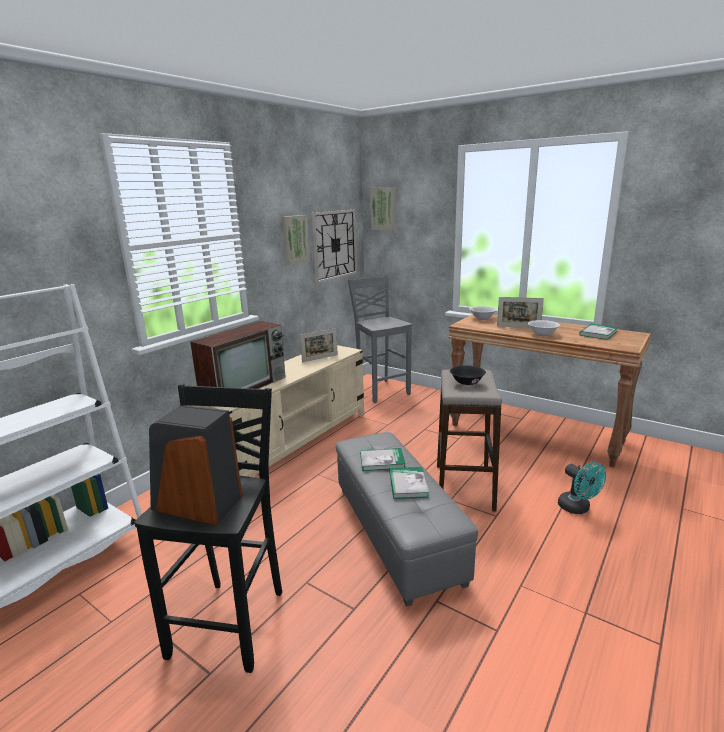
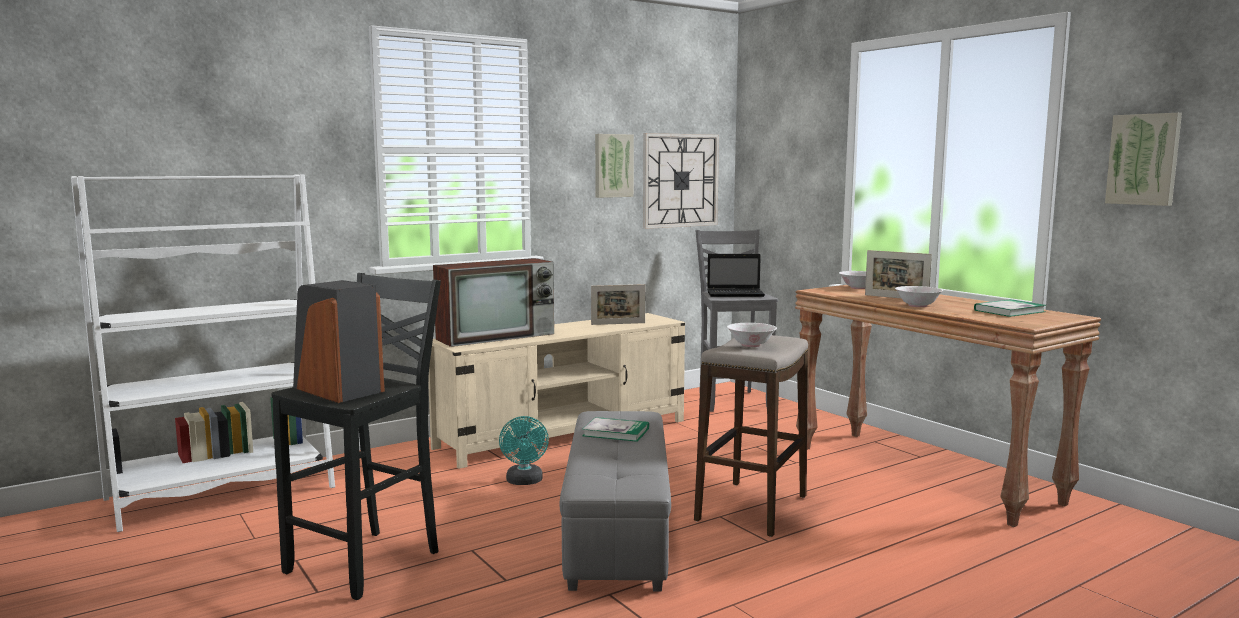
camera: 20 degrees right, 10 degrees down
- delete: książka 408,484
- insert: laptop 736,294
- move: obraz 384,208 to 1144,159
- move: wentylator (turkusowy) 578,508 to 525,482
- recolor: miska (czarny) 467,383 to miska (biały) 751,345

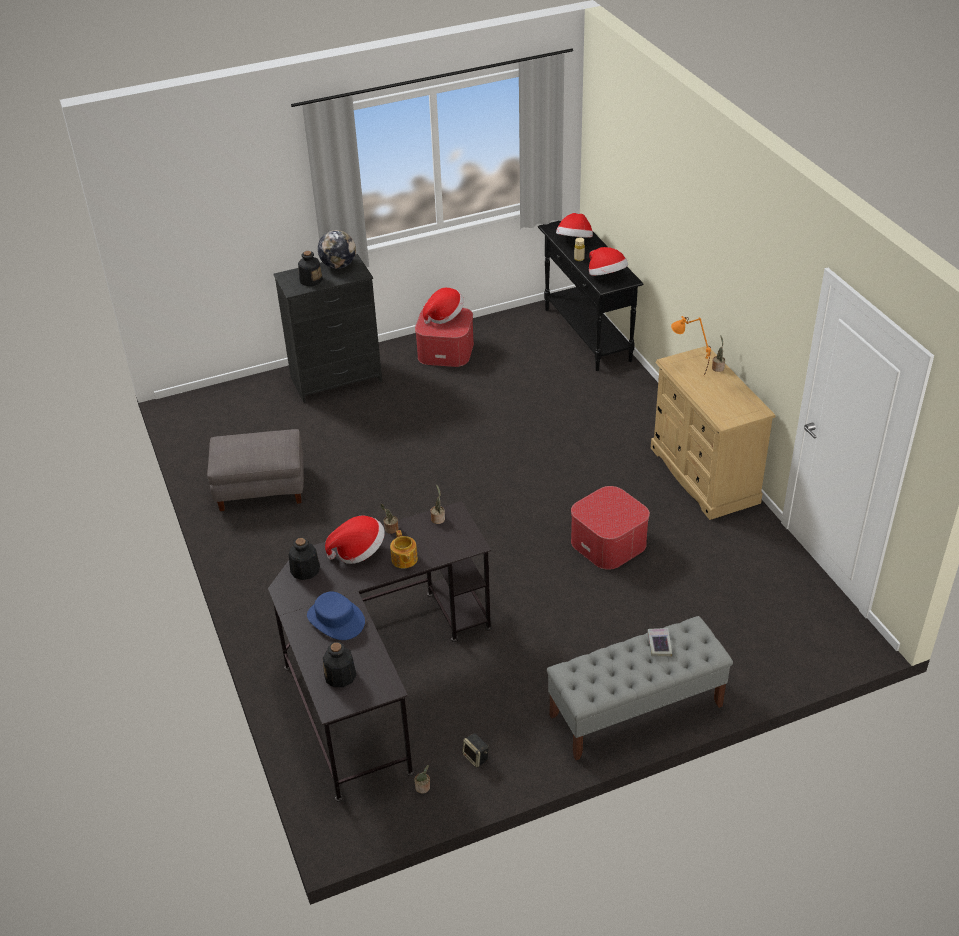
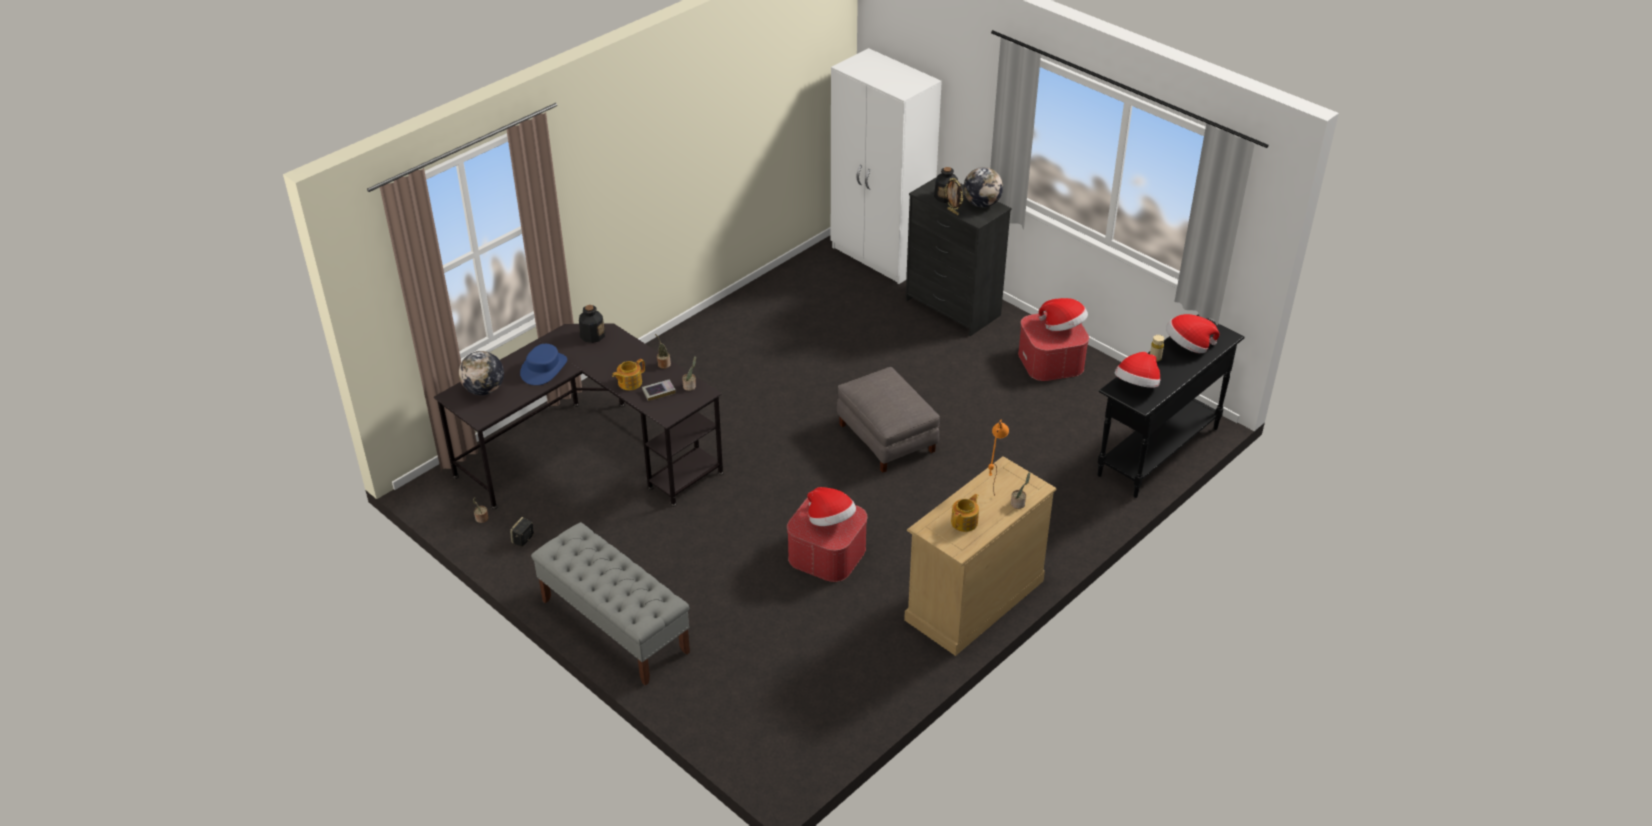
camera: 65 degrees right, 0 degrees up
- insert: szafa (biały) 881,256
- insert: ramka na zdjęcie 953,212
- insert: imbryk 965,522
- move: pufa (szary) 261,487 to 887,438
- move: kapelusz 358,551 to 830,520
- move: książka 659,644 to 659,392
- replace: butelka 340,676 to globus 484,390

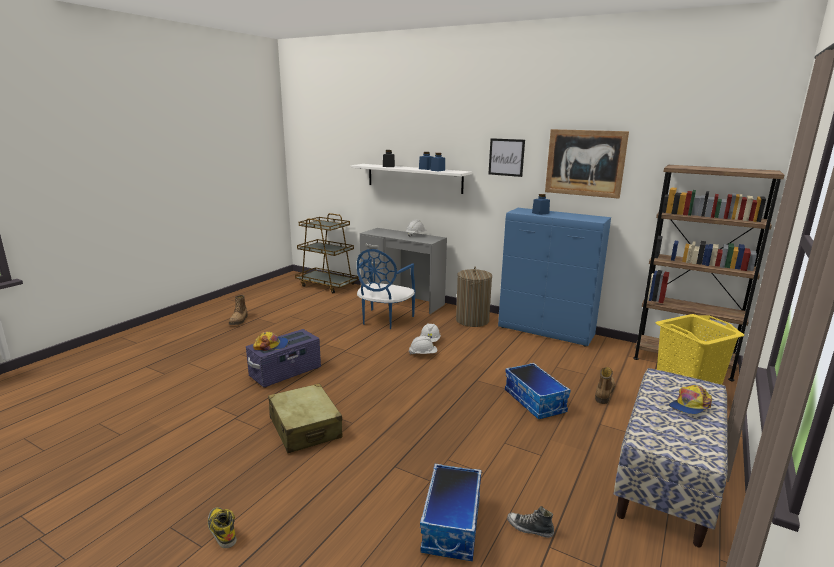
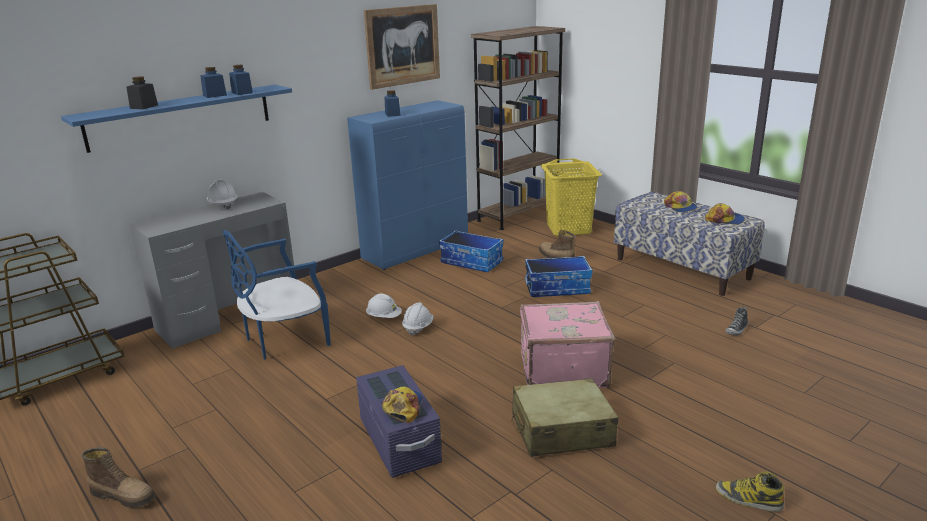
camera: 70 degrees left, 5 degrees up
- delete: kosz na pranie 472,320
- delete: obraz 506,157
- insert: walizka (różowy) 562,369
- insert: czapka z daszkiem 725,219
- move: pojemnik do przechowywania 452,525 to 472,262
- recolor: półka (biały) 414,178 to półka (niebieski) 181,117
- rotate: but z cholewką 221,530 = 748,499 45 degrees clockwise
- rotate: krzesło (niebieski) 384,320 = 284,340 105 degrees clockwise

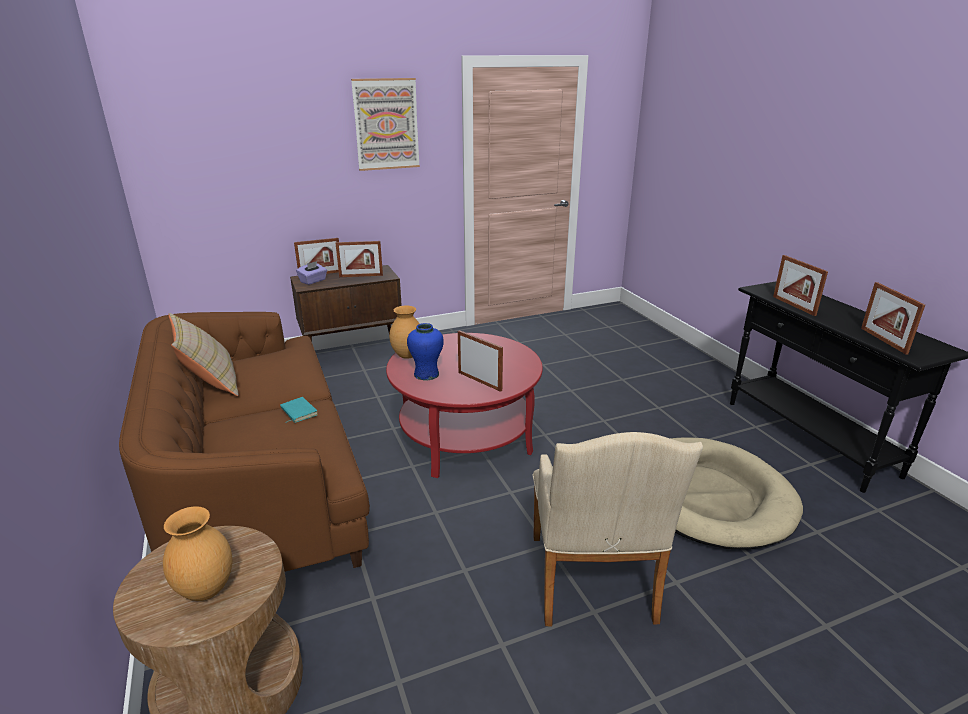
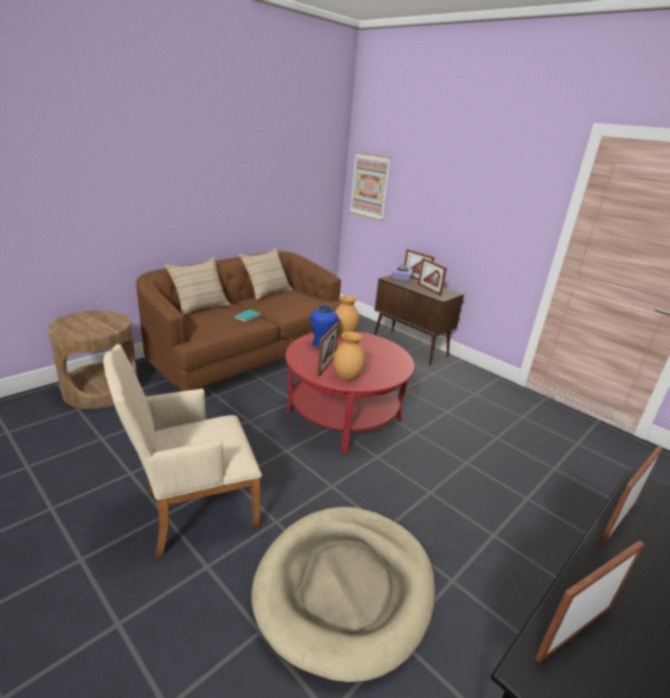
camera: 65 degrees right, 0 degrees up
- insert: poduszka (beżowy) 200,306
- move: wazon (brązowy) 207,589 to 347,377
- move: obraz 386,124 to 369,186

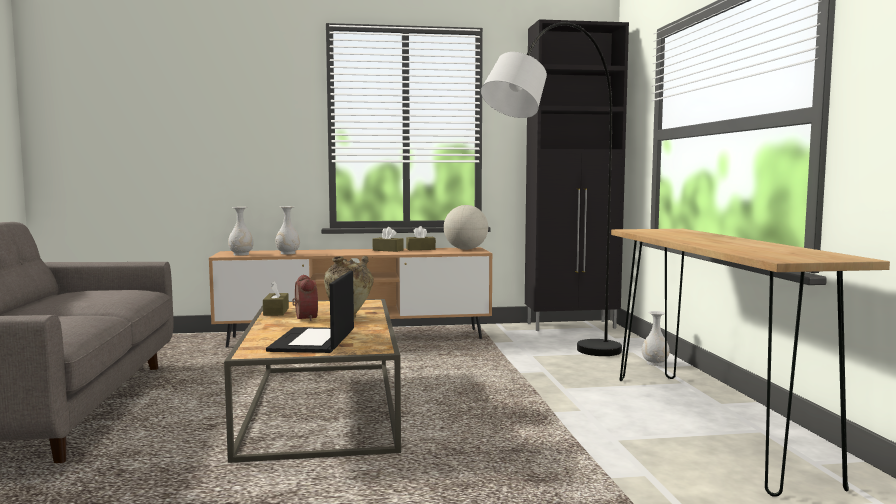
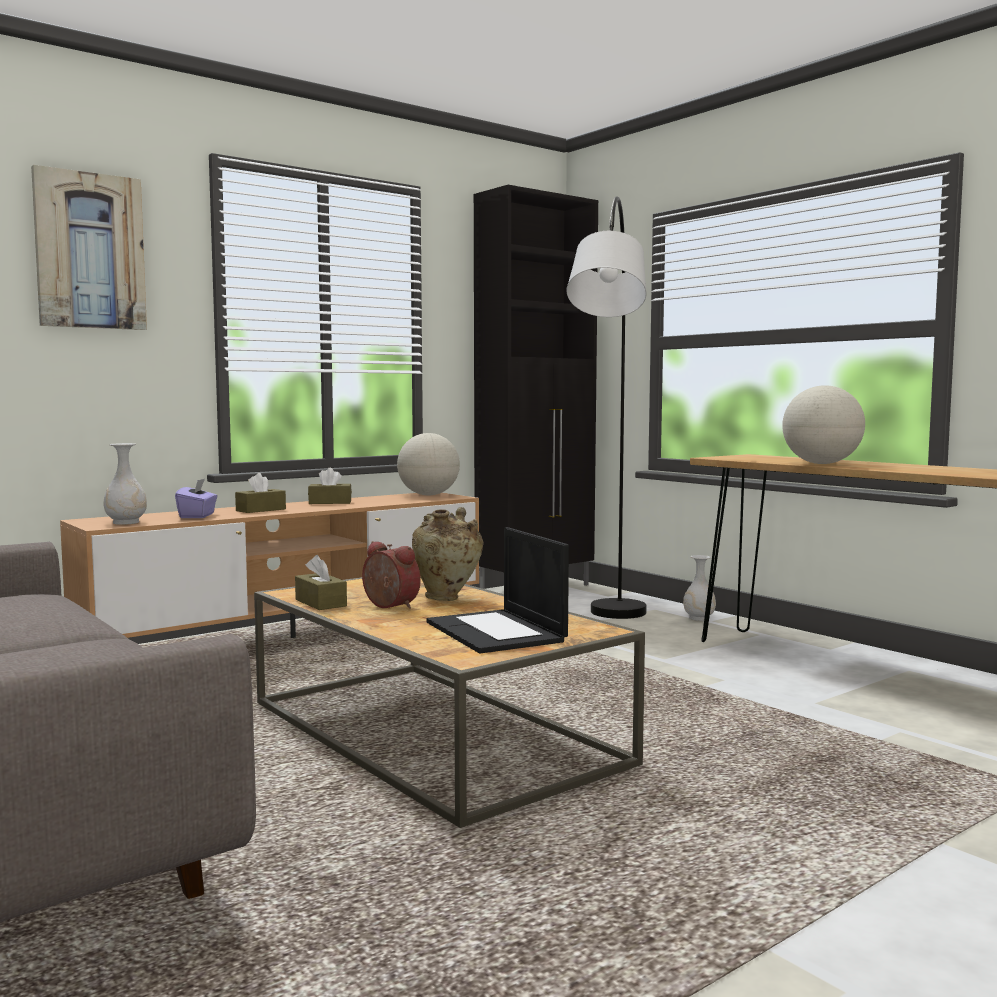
camera: 30 degrees left, 0 degrees up
- insert: obraz 90,251
- insert: globus 822,464
- move: pudełko chusteczek (brązowy) 420,249 to 261,510
- replace: wazon (biały) 288,253 to pudełko chusteczek (fioletowy) 197,516

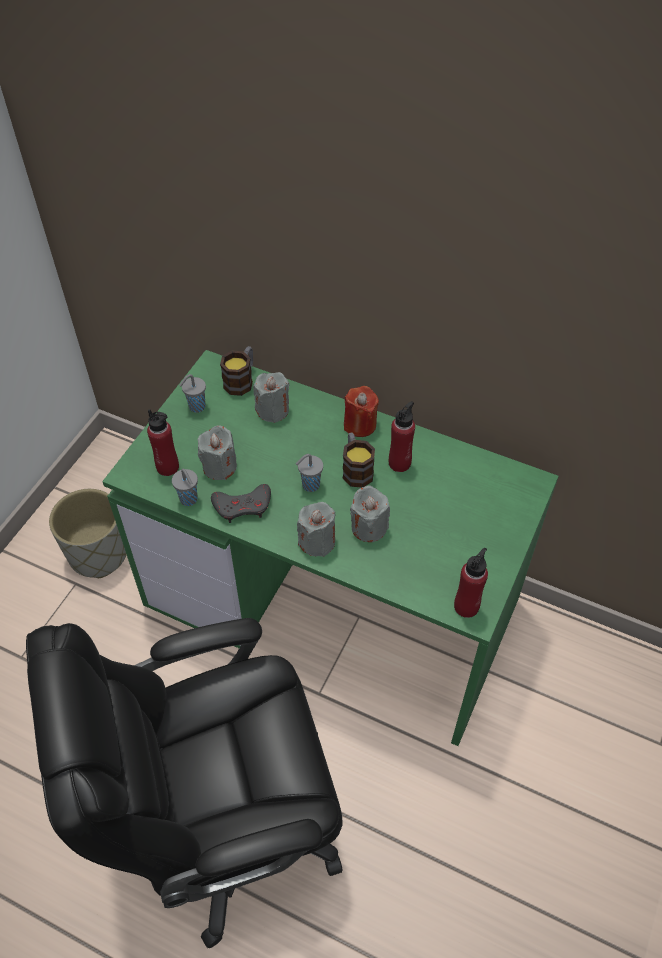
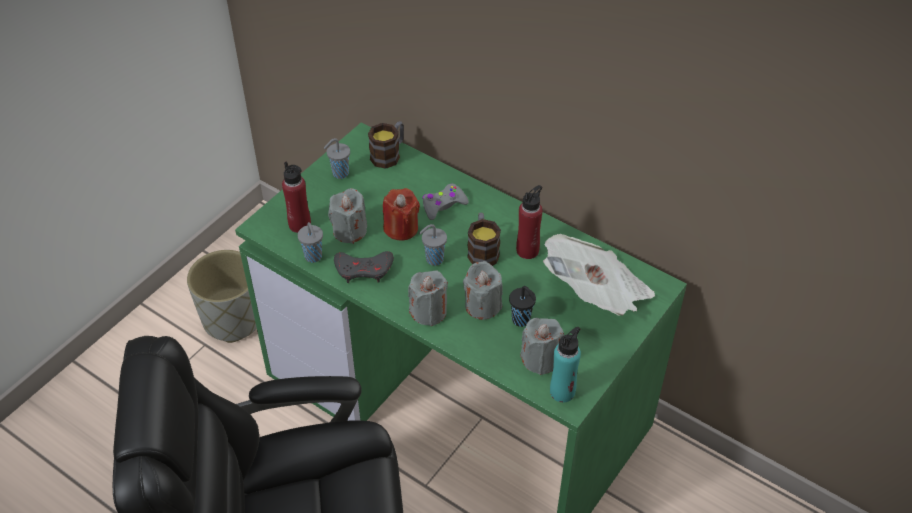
camera: 10 degrees right, 5 degrees down
- insert: pad do gier (szary) 443,205
- insert: filiżanka (czarny) 522,320
- insert: gazeta 596,294
- move: świeca (szary) 272,410 to 540,359
- move: świeca (czerwony) 360,425 to 401,228
- recolor: butelka (czerwony) 466,606 to butelka (turkusowy) 562,392

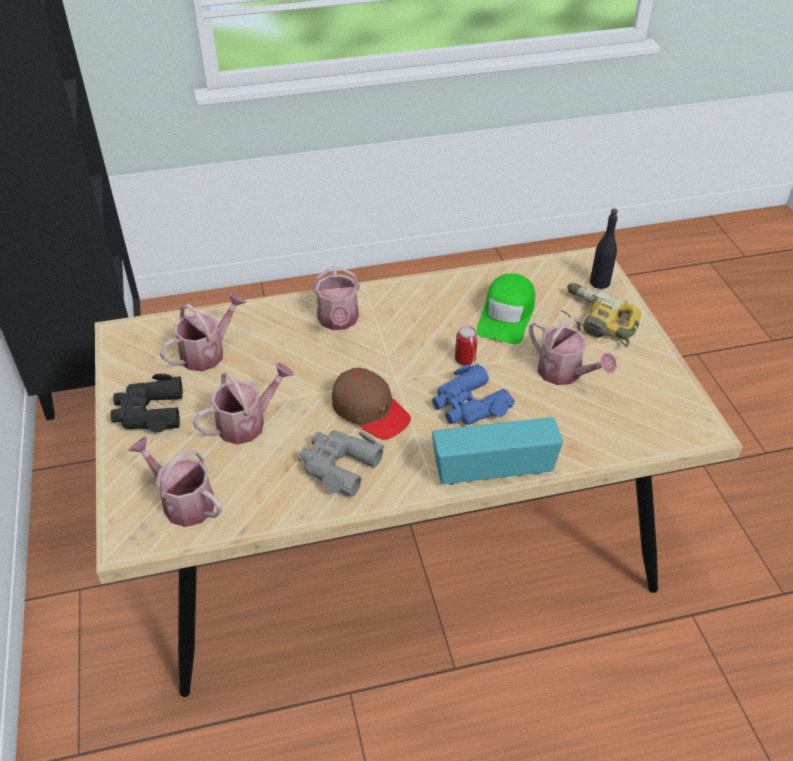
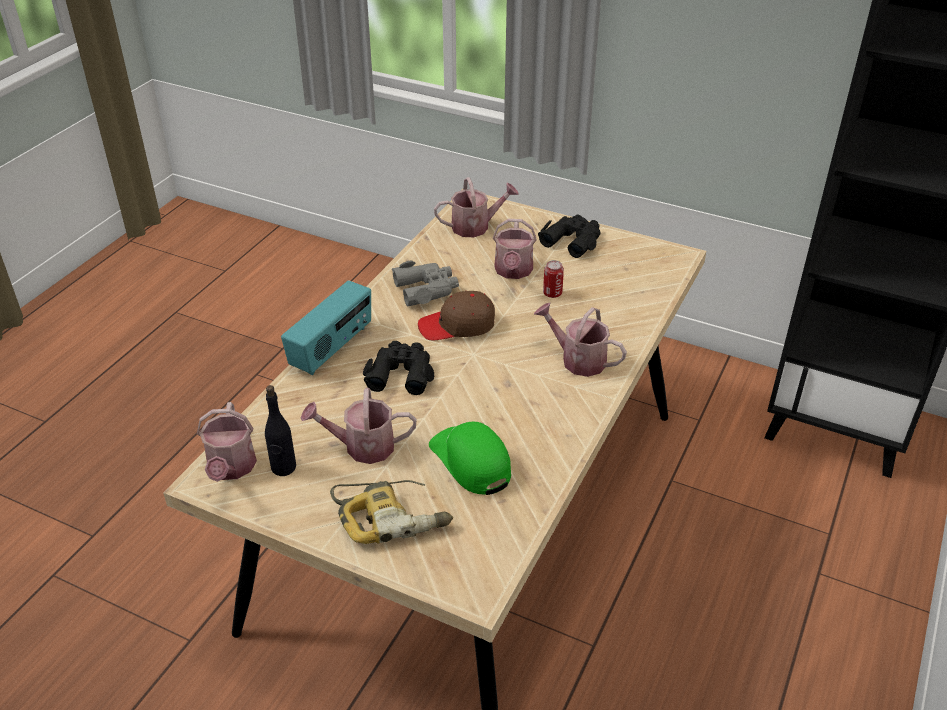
camera: 130 degrees right, 5 degrees down
- move: konewka 208,352 to 231,468
- move: puszka 465,359 to 552,293
- move: butelka (czarny) 600,282 to 283,468
- recolor: lornetka (niebieski) 469,405 to lornetka (czarny) 401,373

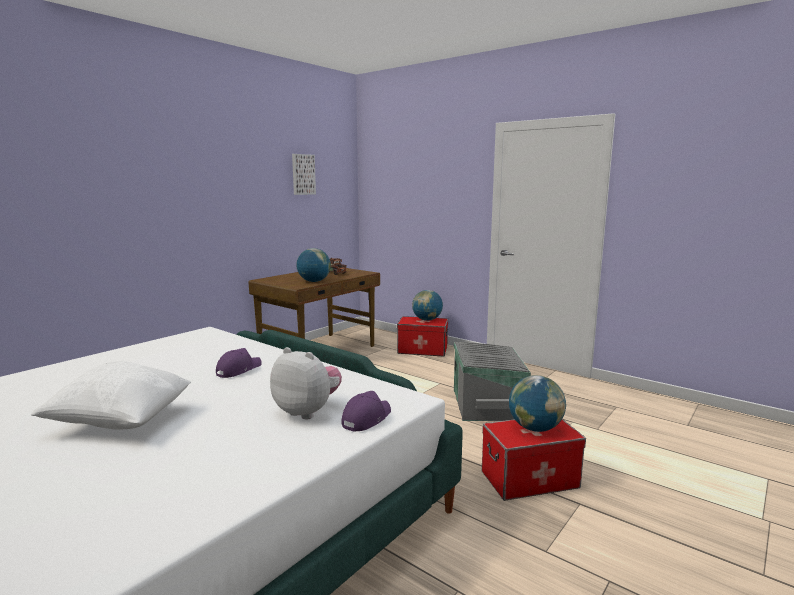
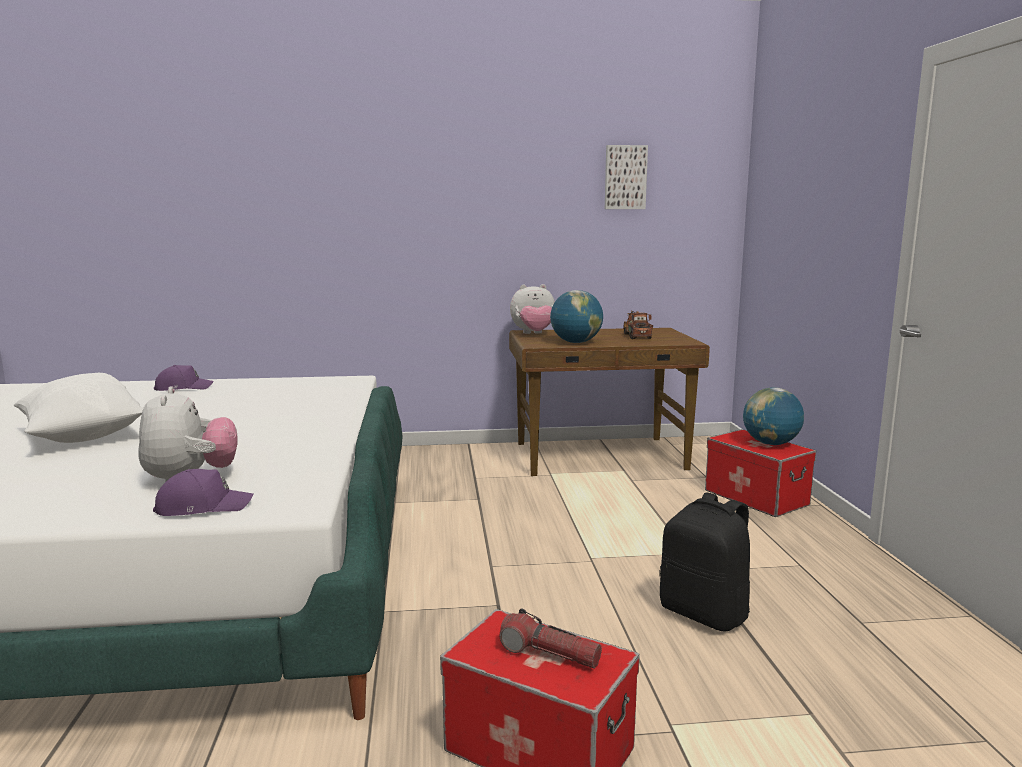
camera: 45 degrees right, 0 degrees up
- insert: pluszak 533,334
- move: czapka z daszkiem (fioletowy) 238,370 to 183,388
- replace: pojemnik do przechowywania (szary) 488,404 to plecak (czarny) 705,613
- replace: globus 535,428 to latarka 549,654

